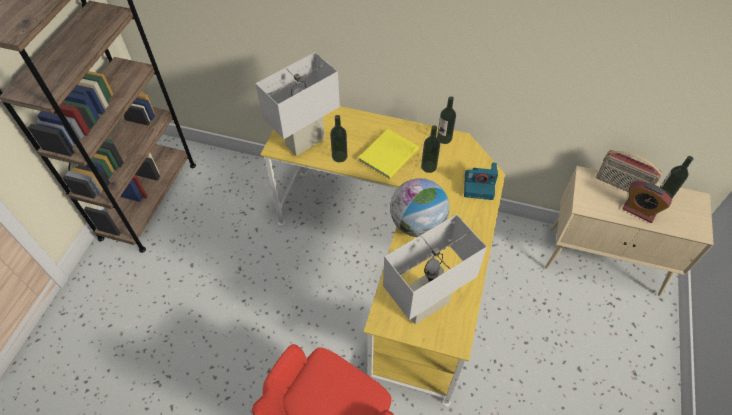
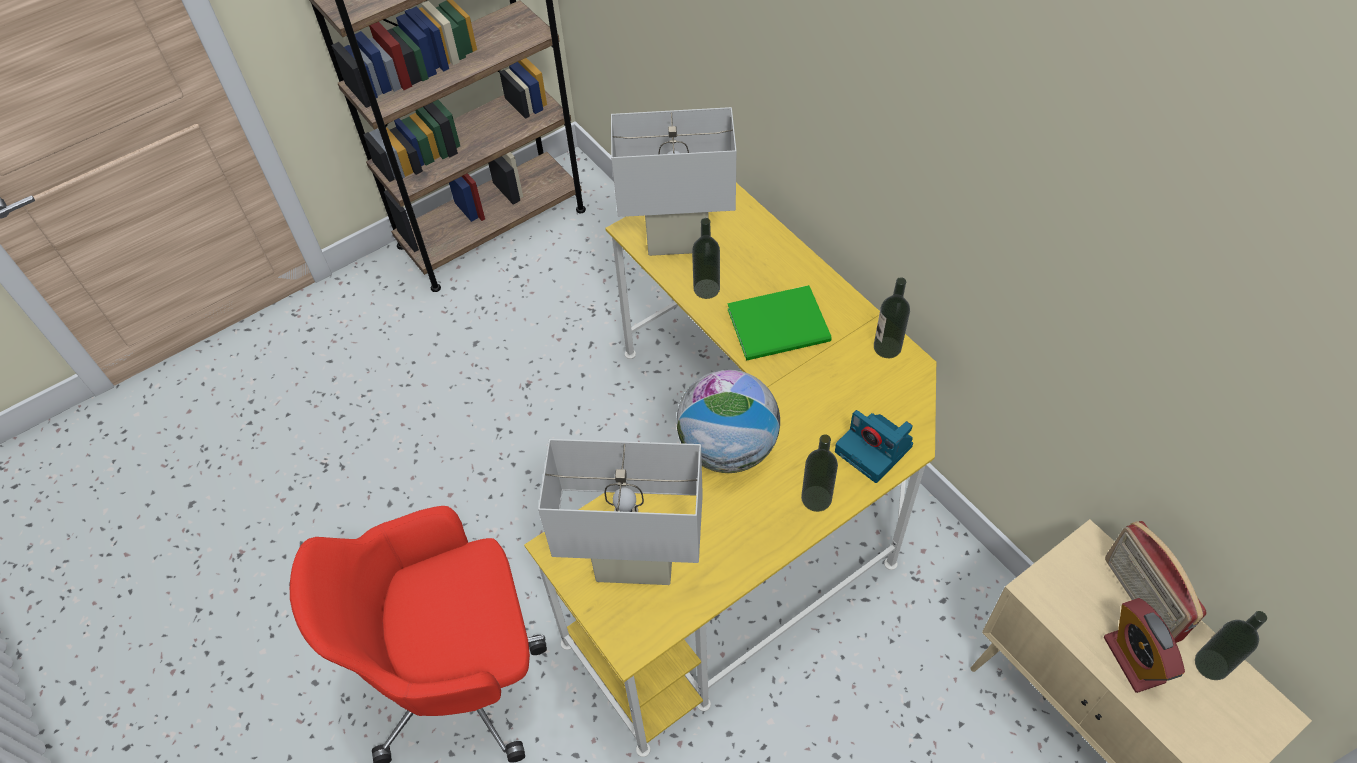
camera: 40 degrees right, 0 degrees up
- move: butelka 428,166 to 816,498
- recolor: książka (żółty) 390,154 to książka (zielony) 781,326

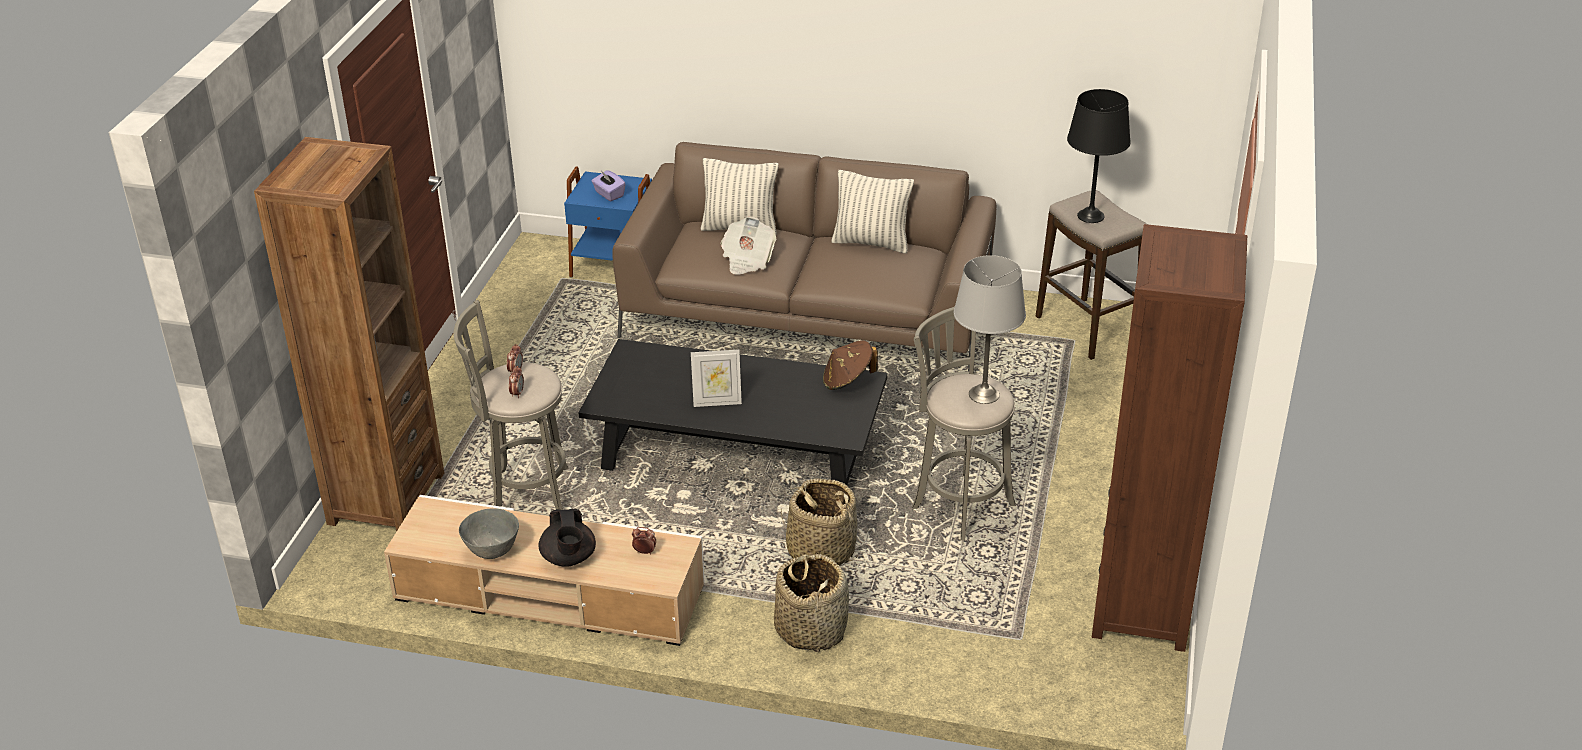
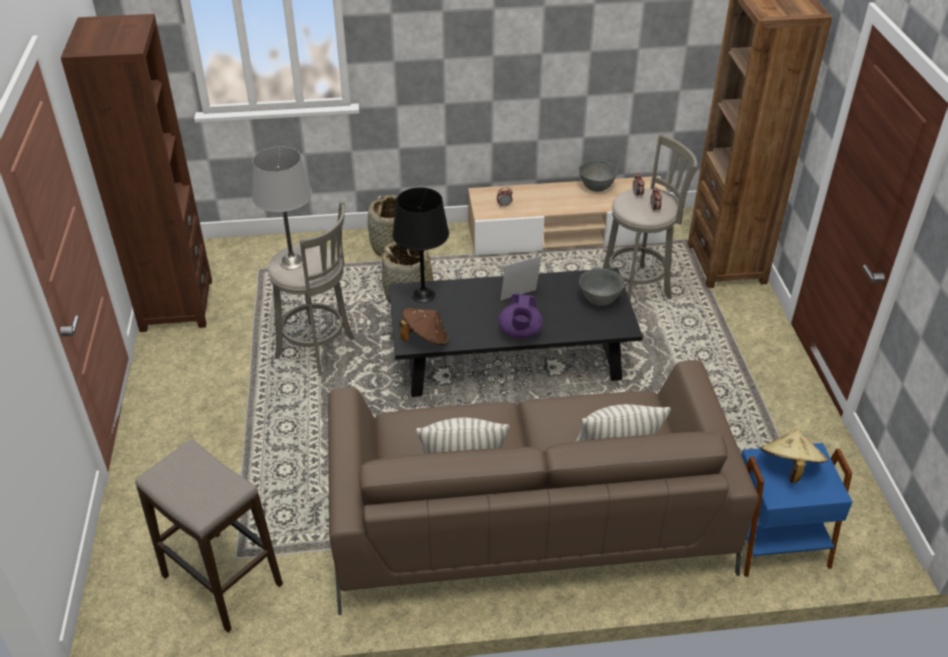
camera: 160 degrees right, 5 degrees up
- delete: imbryk (czarny) 569,558
- delete: gazeta 747,260
- insert: imbryk (fioletowy) 520,333
- insert: miska (szary) 599,300
- move: lampa stołowa (czarny) 1091,216 to 423,295
- replace: pudełko chusteczek (fioletowy) 609,194 to kapelusz (beżowy) 789,468

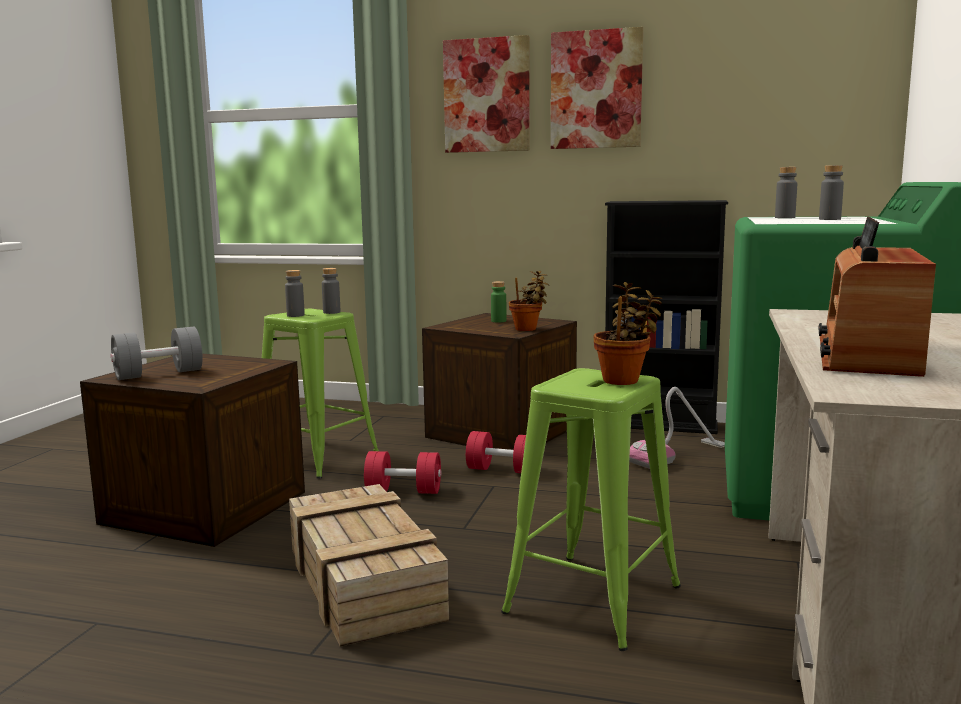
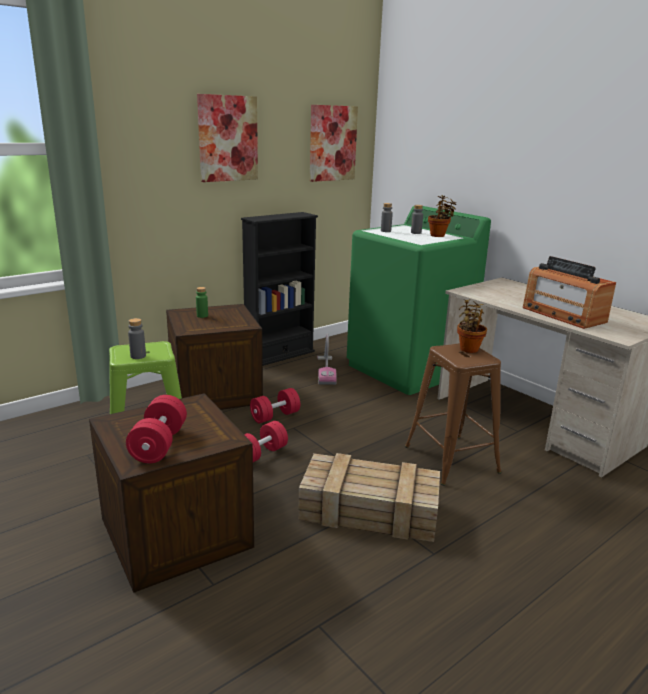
camera: 55 degrees left, 10 degrees up
- delete: butelka (szary) 331,312
- move: obraz 487,95 to 332,143
- move: roślina doniczkowa 528,329 to 439,235
- recolor: hantel (szary) 159,374 to hantel (czerwony) 159,445
- recolor: stołek (zielony) 592,600 to stołek (brązowy) 451,460

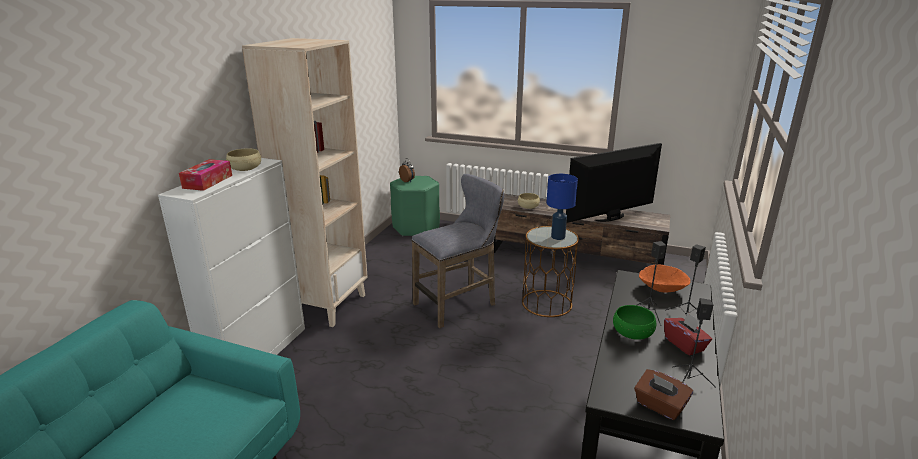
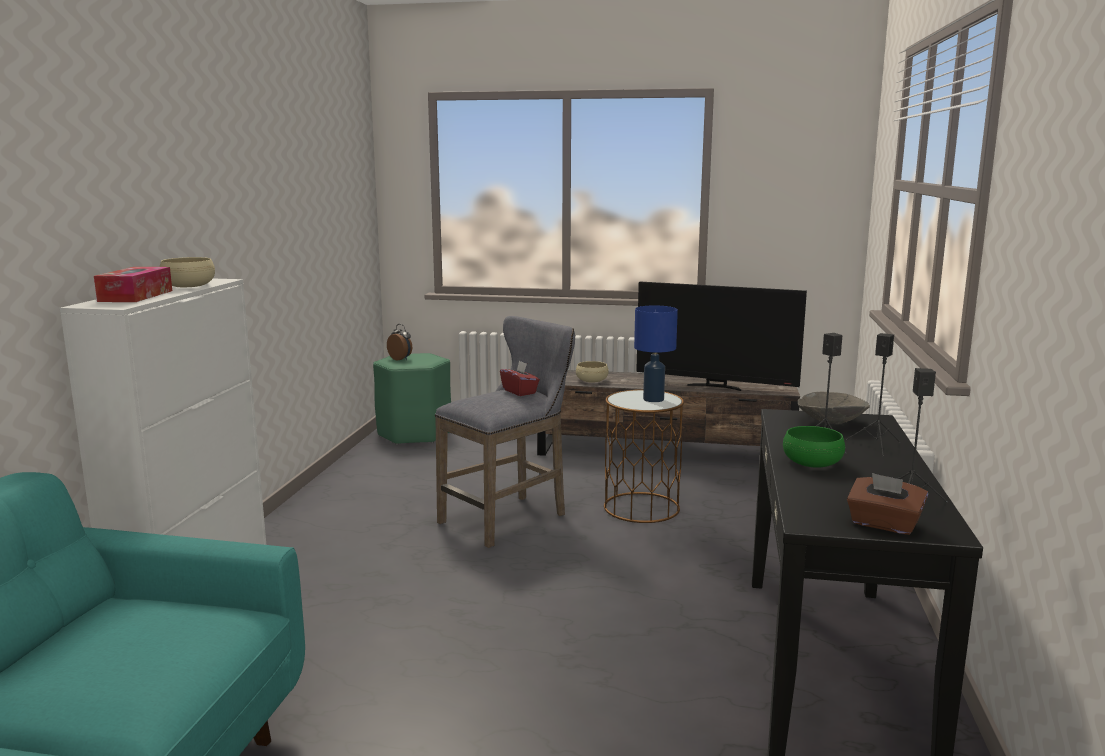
camera: 10 degrees left, 10 degrees down
- delete: regał (beżowy) 327,305
- move: pudełko chusteczek (czerwony) 684,344 to 519,391
- recolor: miska (pomarańczowy) 662,289 to miska (szary) 831,422
- rotate: telewizor 611,218 = 715,386 120 degrees counterclockwise

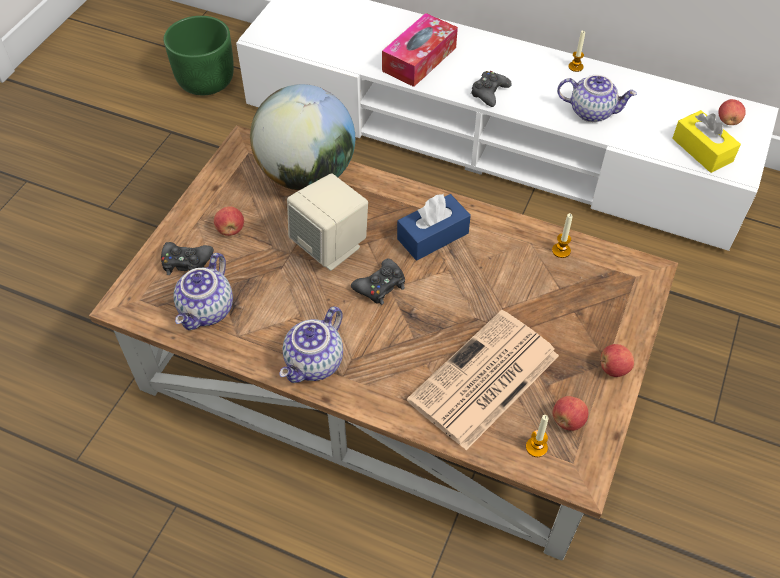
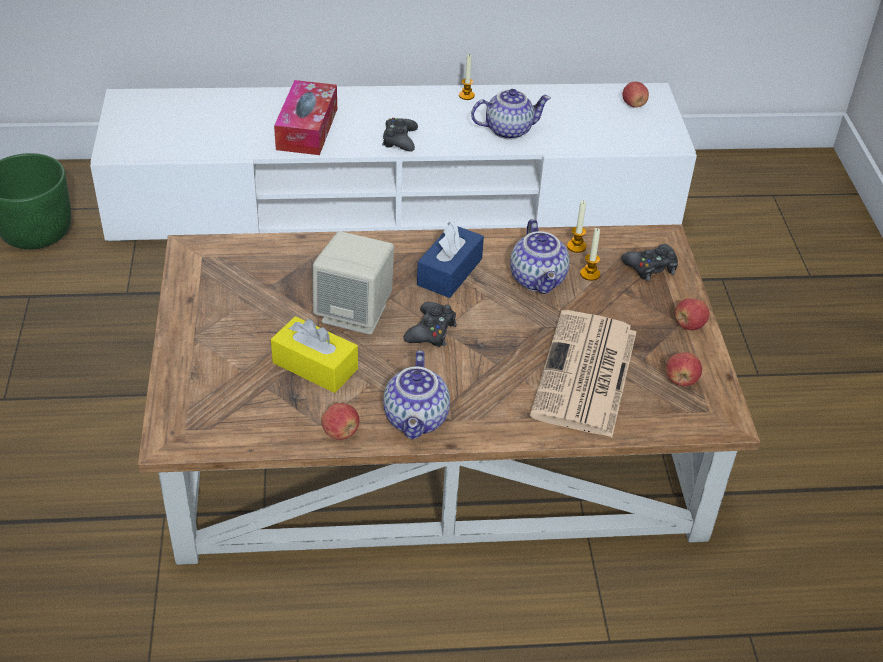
camera: 30 degrees left, 10 degrees down
- delete: globus 307,174
- move: pad do gier (czarny) 186,263 to 651,267
- move: imbryk 208,311 to 539,280
- move: jabłko 230,230 to 341,432
- move: świeca 536,447 to 590,274
- move: pudełko chusteczek (żółty) 702,150 to 315,366

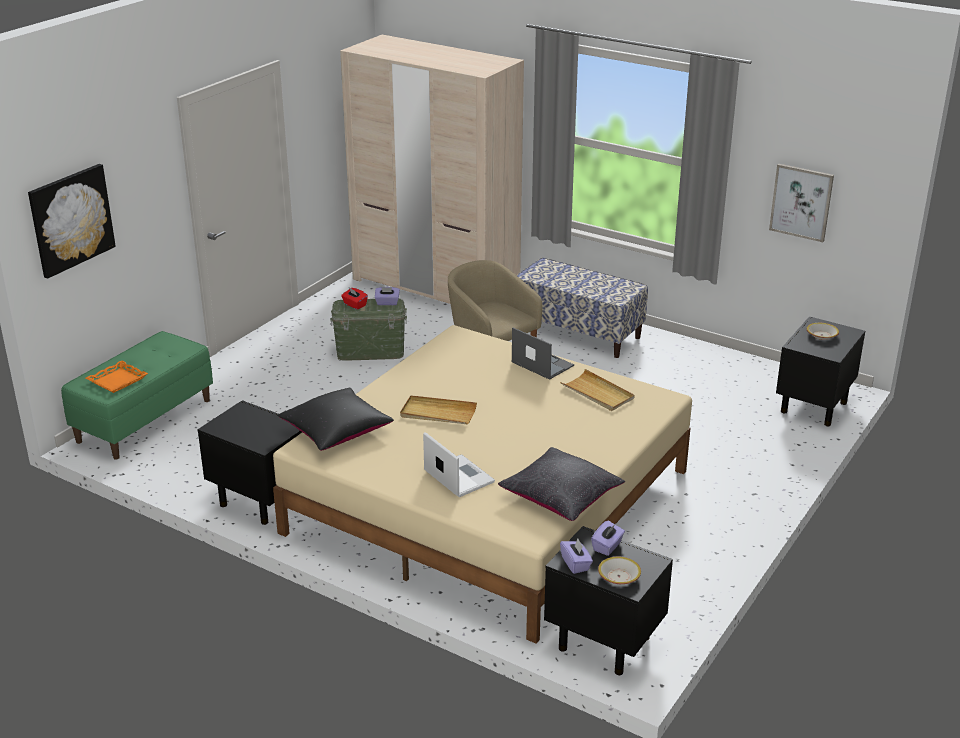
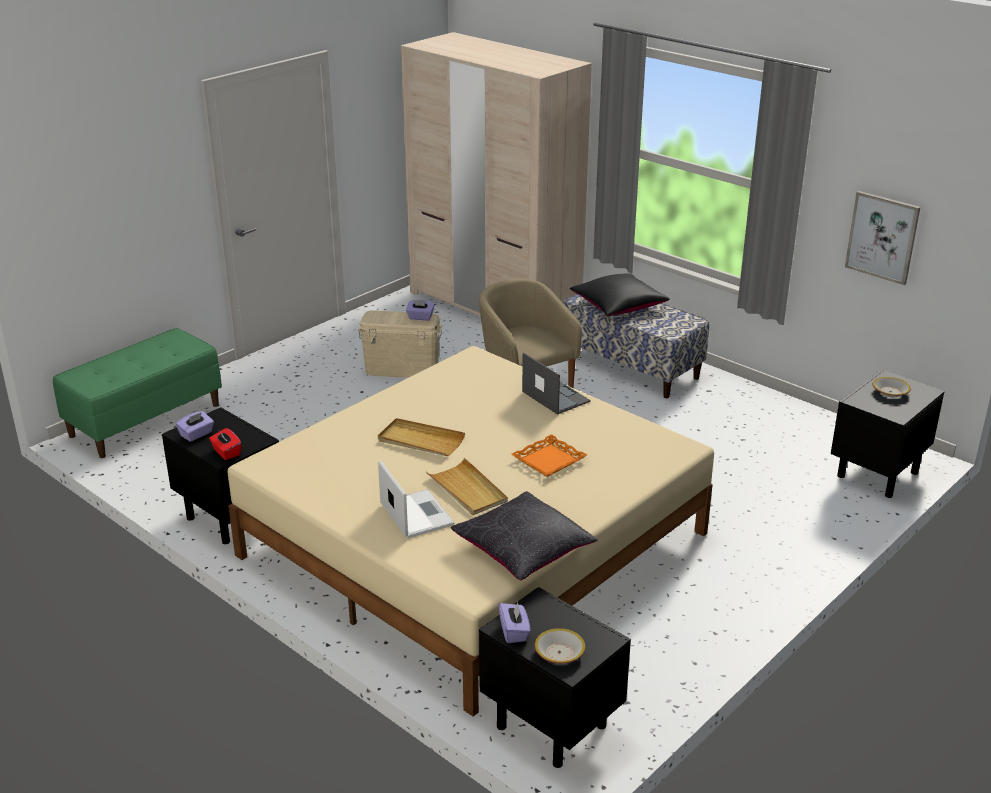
camera: 10 degrees right, 0 degrees up
- delete: obraz 71,219
- move: taca (pomarańczowy) 117,380 to 548,460
- move: poduszka (czarny) 336,430 to 618,305
- move: pudełko chusteczek (czerwony) 354,305 to 226,452
- move: taca (beżowy) 597,393 to 467,490
- move: pudełko chusteczek (fioletowy) 607,546 to 196,434
- recolor: pojemnik do przechowywania (zielony) 370,352 to pojemnik do przechowywania (beżowy) 401,369

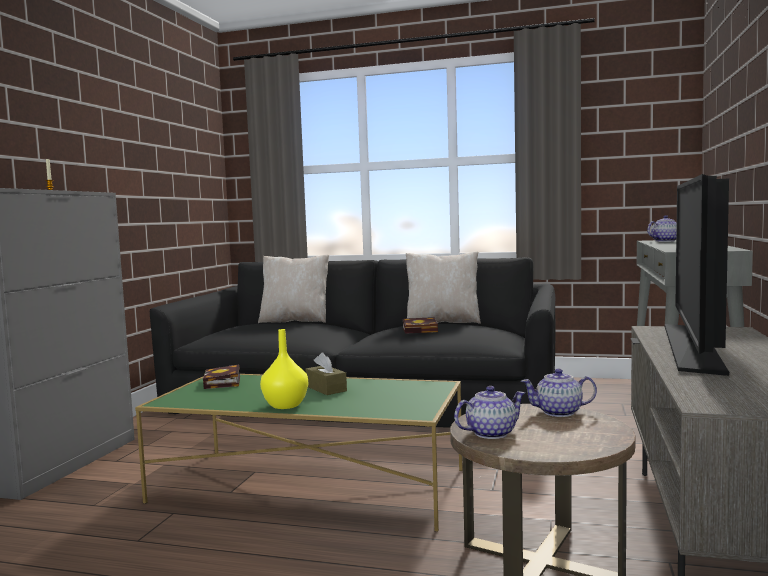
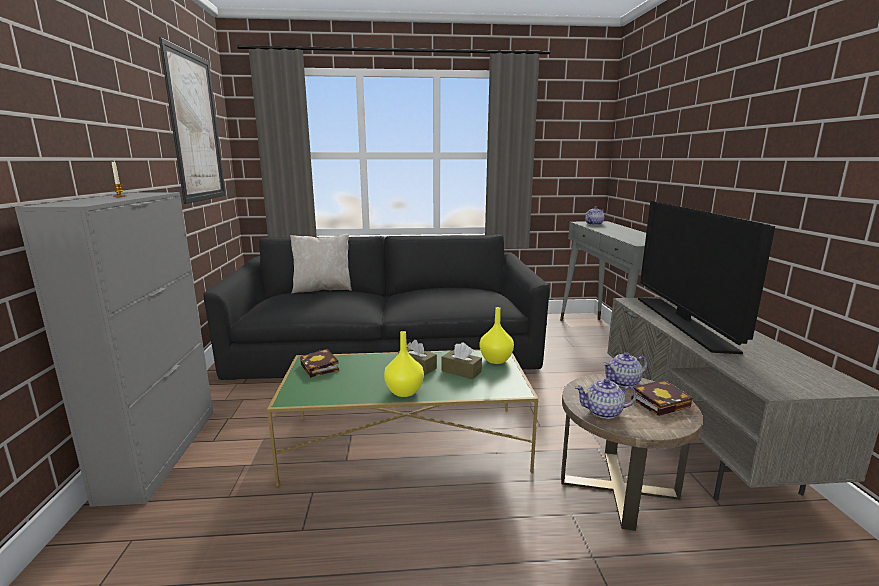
camera: 20 degrees left, 10 degrees up
- delete: poduszka (beżowy) 443,322
- insert: obraz 196,128
- insert: pudełko chusteczek (brązowy) 461,371
- insert: wazon (żółty) 495,360
- move: książka 421,330 to 661,402
- rotate: imbryk 490,433 = 603,412 135 degrees counterclockwise

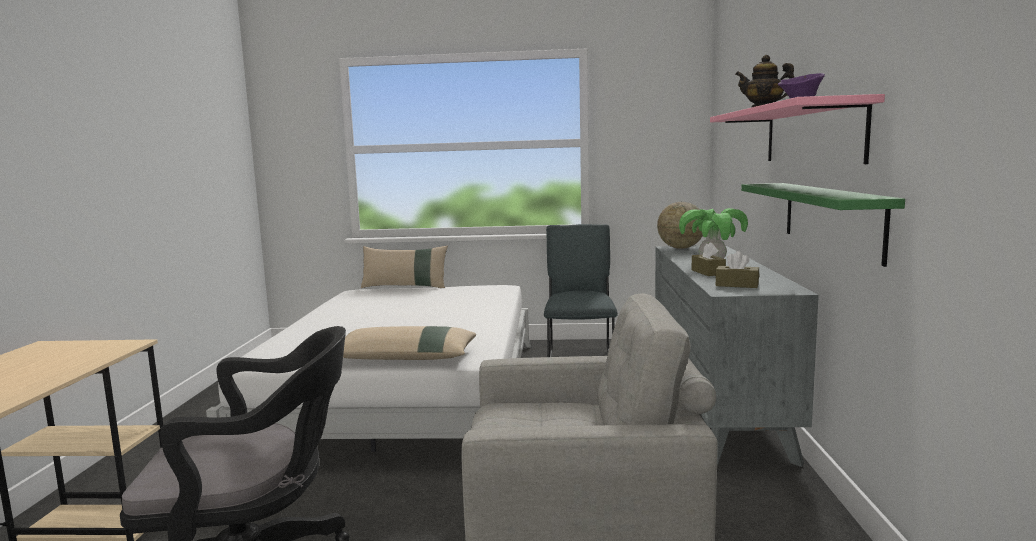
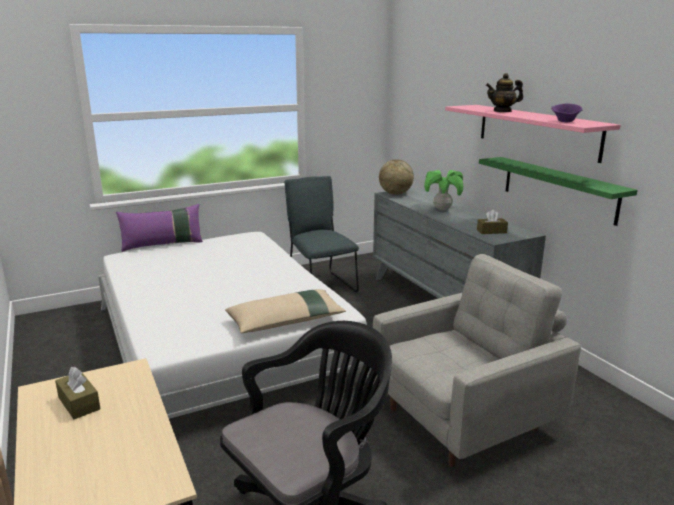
camera: 30 degrees left, 10 degrees up
- move: pudełko chusteczek (brązowy) 708,272 to 79,403
- recolor: poduszka (beżowy) 405,287 to poduszka (fioletowy) 163,245

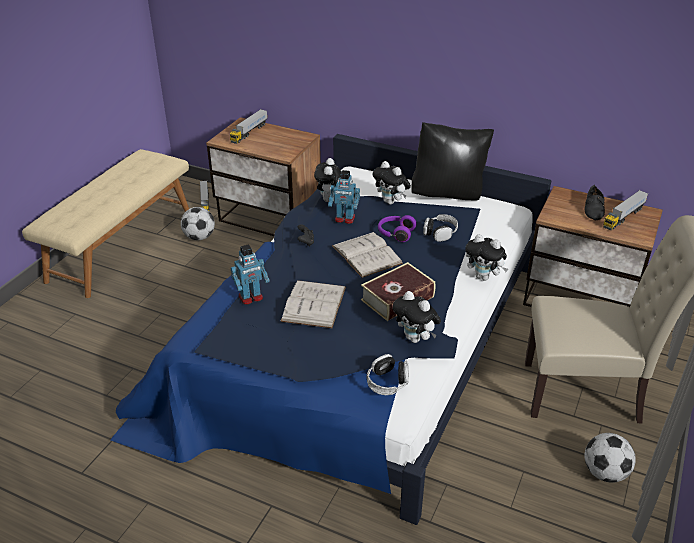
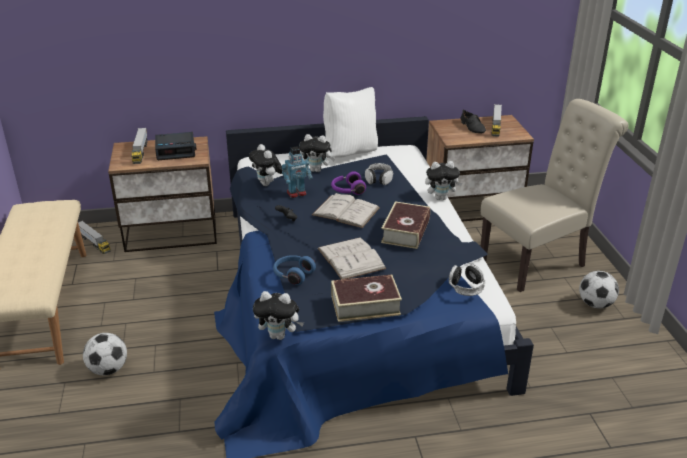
camera: 35 degrees left, 5 degrees down
- insert: budzik 176,151
- insert: książka 365,305
- move: piłka futbolowa 199,237 to 108,369
- move: pluszak 415,338 to 279,336
- replace: robot zabawkowy 251,298 to słuchawki (niebieski) 293,275
- recolor: poduszka (czarny) 448,195 to poduszka (biały) 350,153

